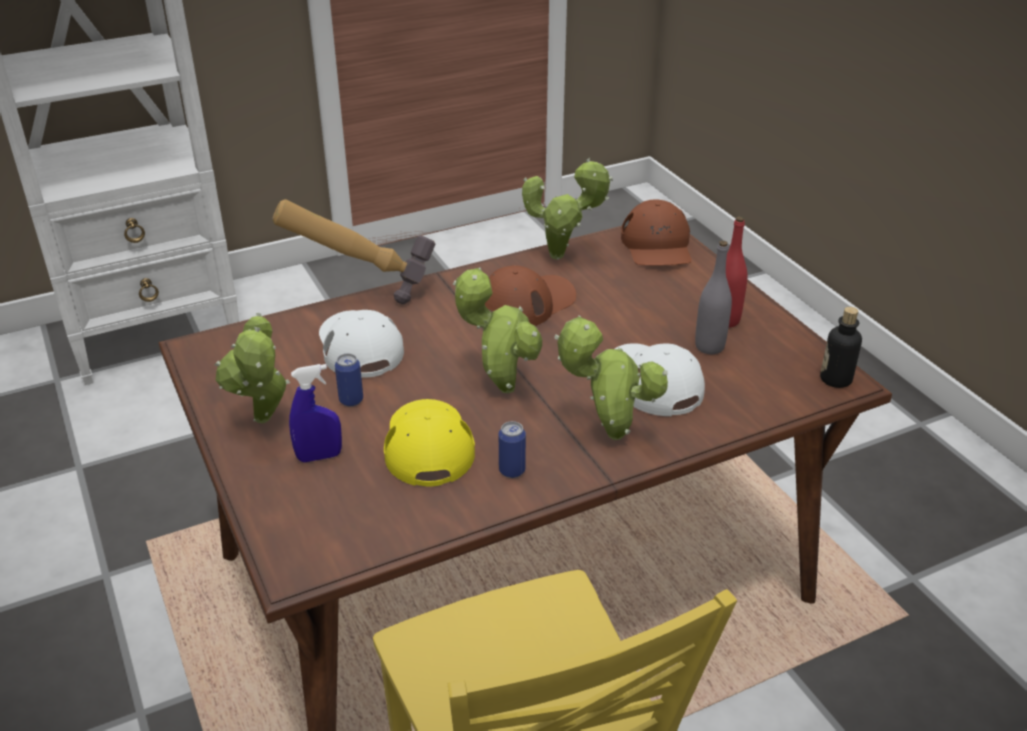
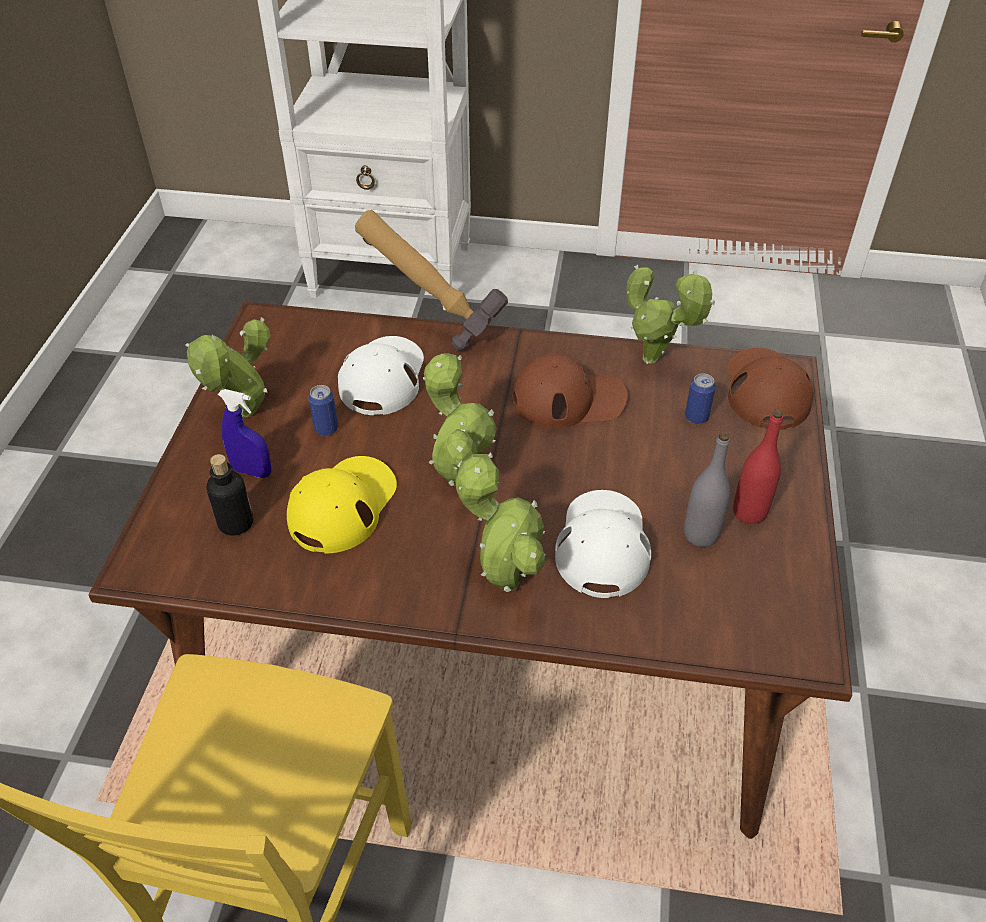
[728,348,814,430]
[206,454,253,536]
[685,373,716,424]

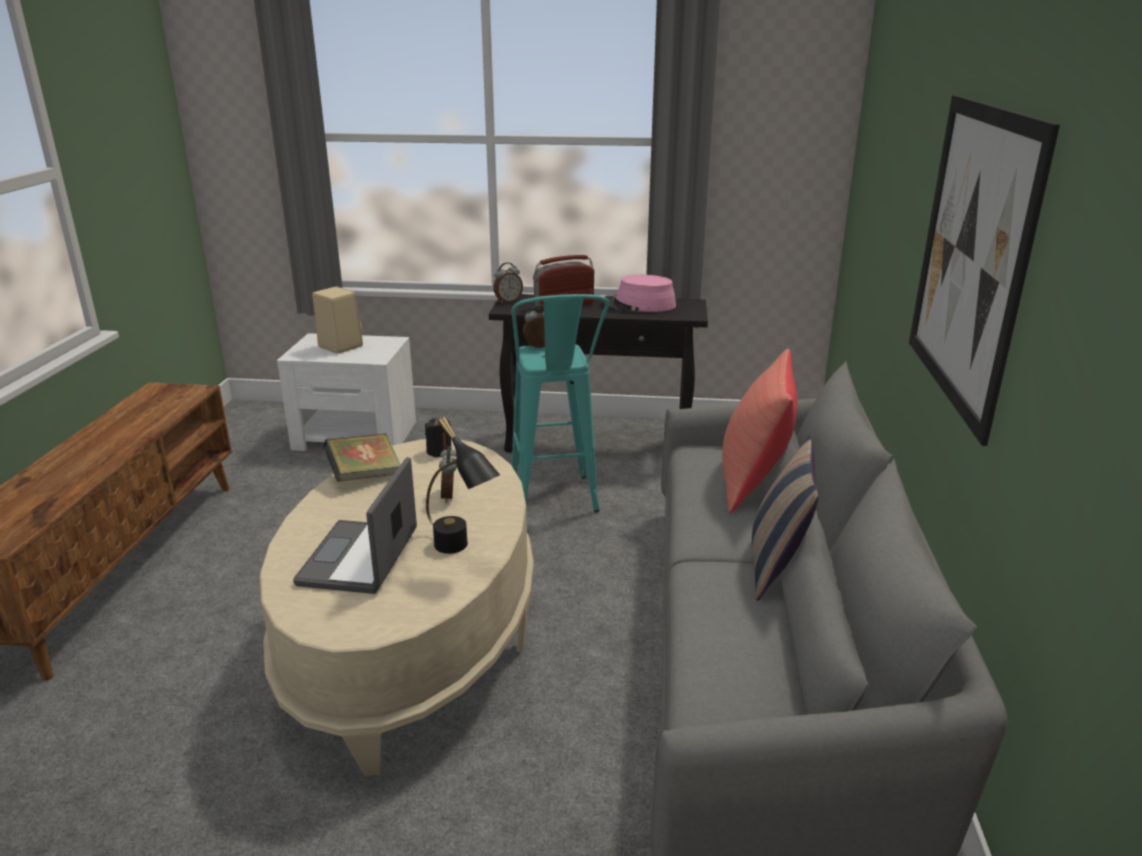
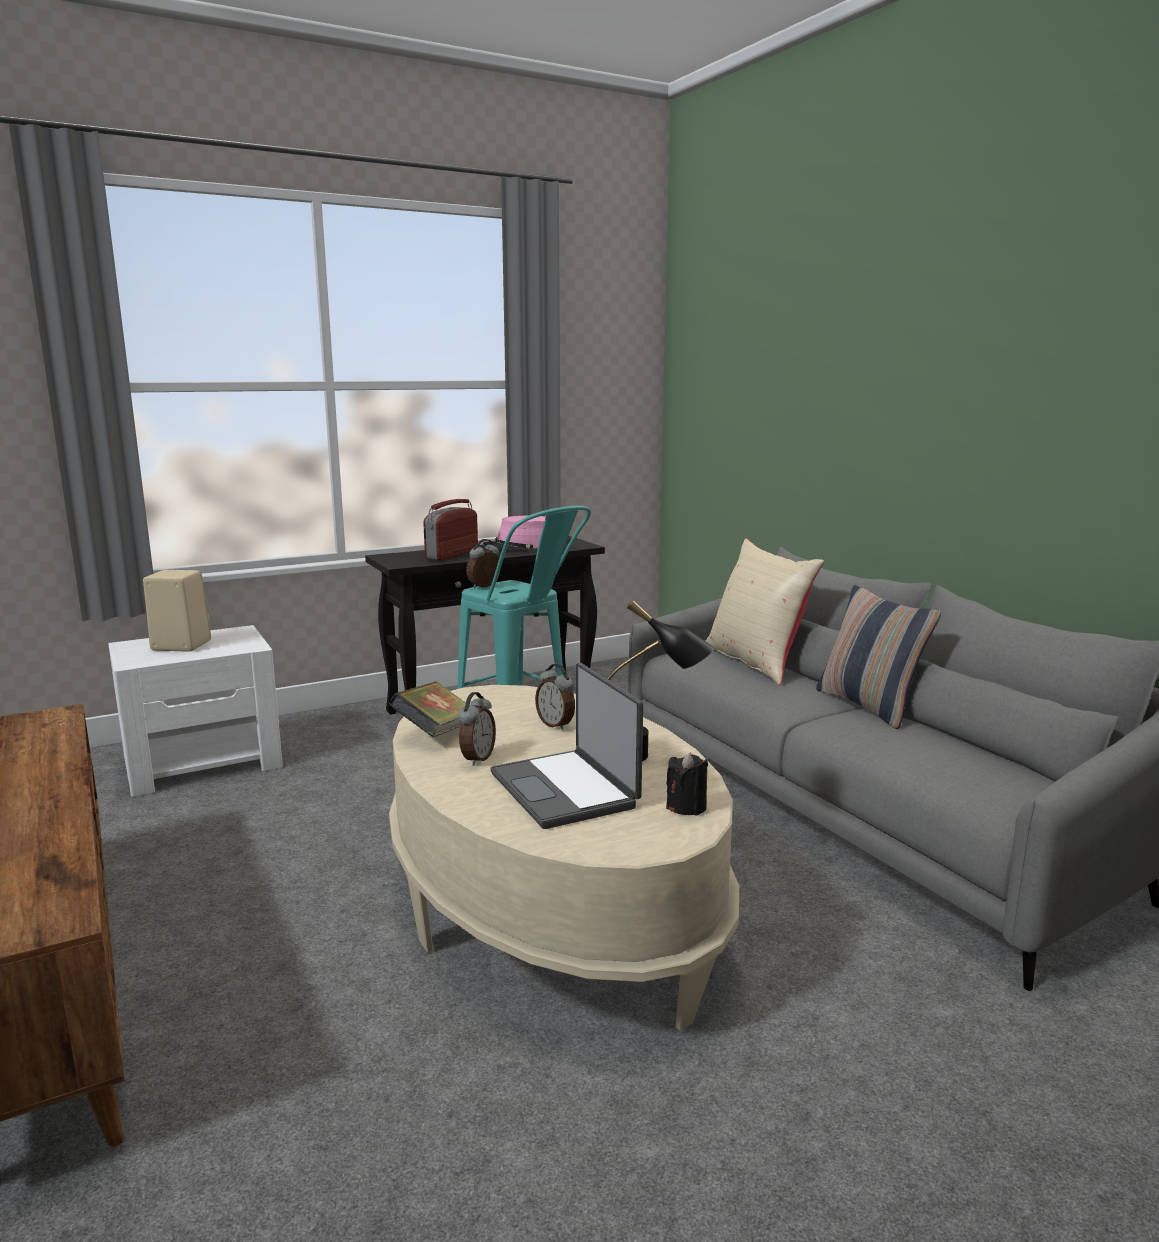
[909,95,1060,446] (first image)
[458,692,496,766]
[706,539,824,685]
[666,752,708,815]

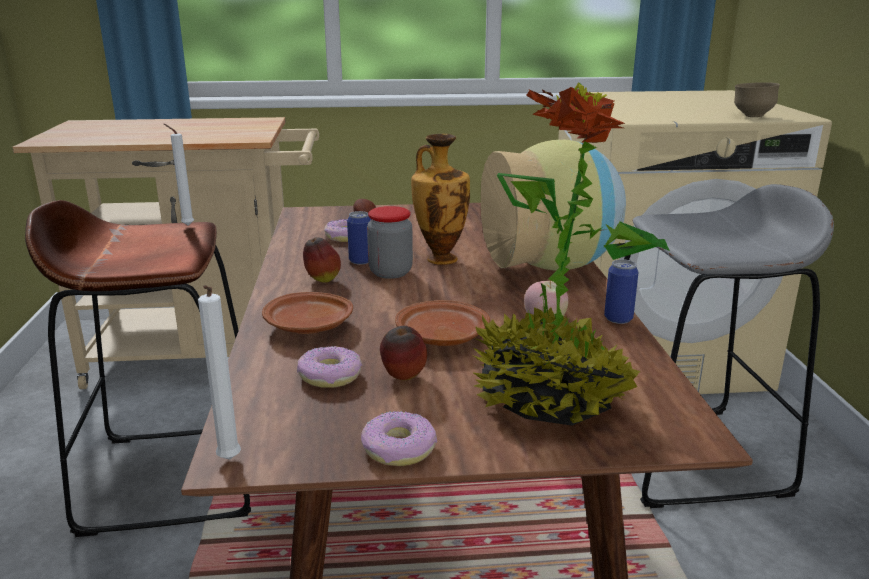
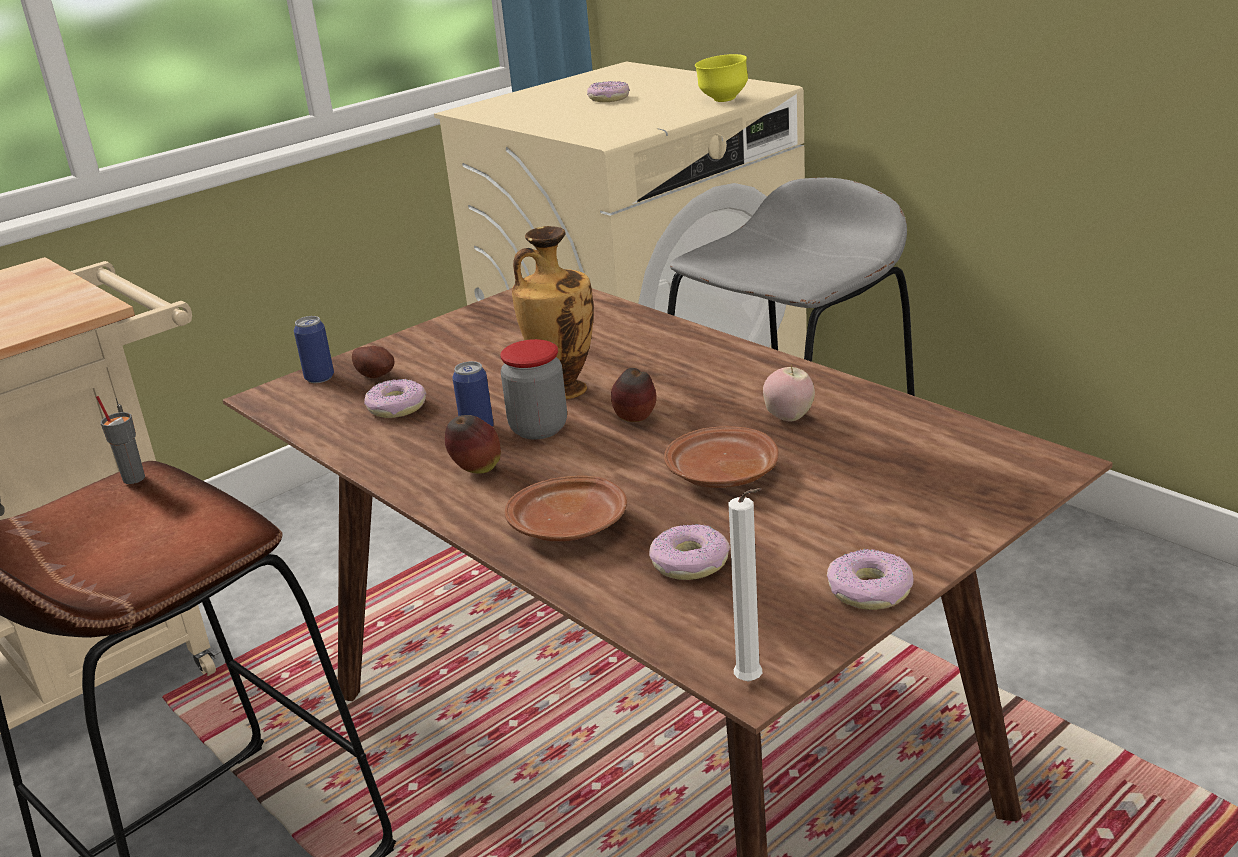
[472,82,670,426] (first image)
[695,54,748,102]
[96,396,145,484]
[481,140,626,271] (first image)
[294,316,334,383]
[611,368,657,422]
[587,81,630,102]

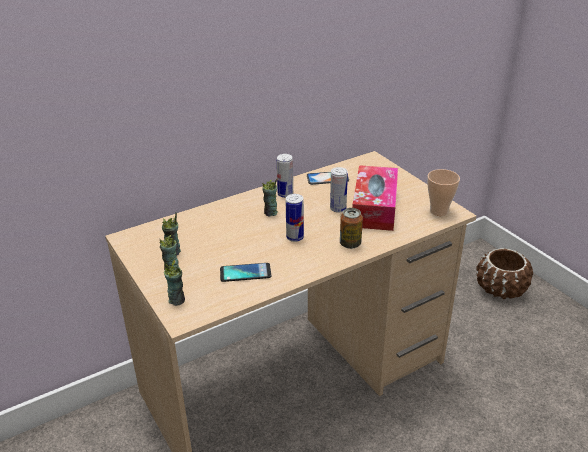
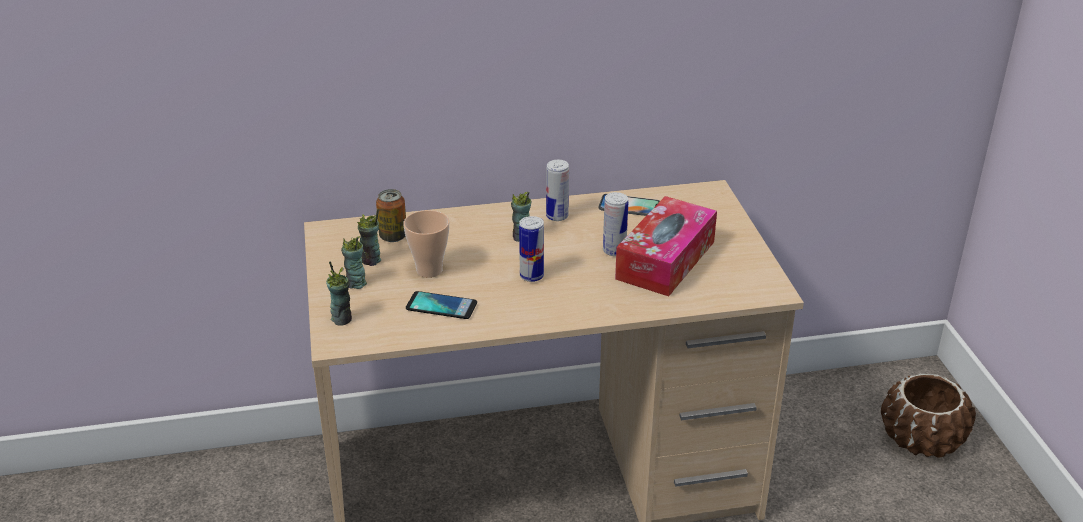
[403,210,449,278]
[376,189,406,242]

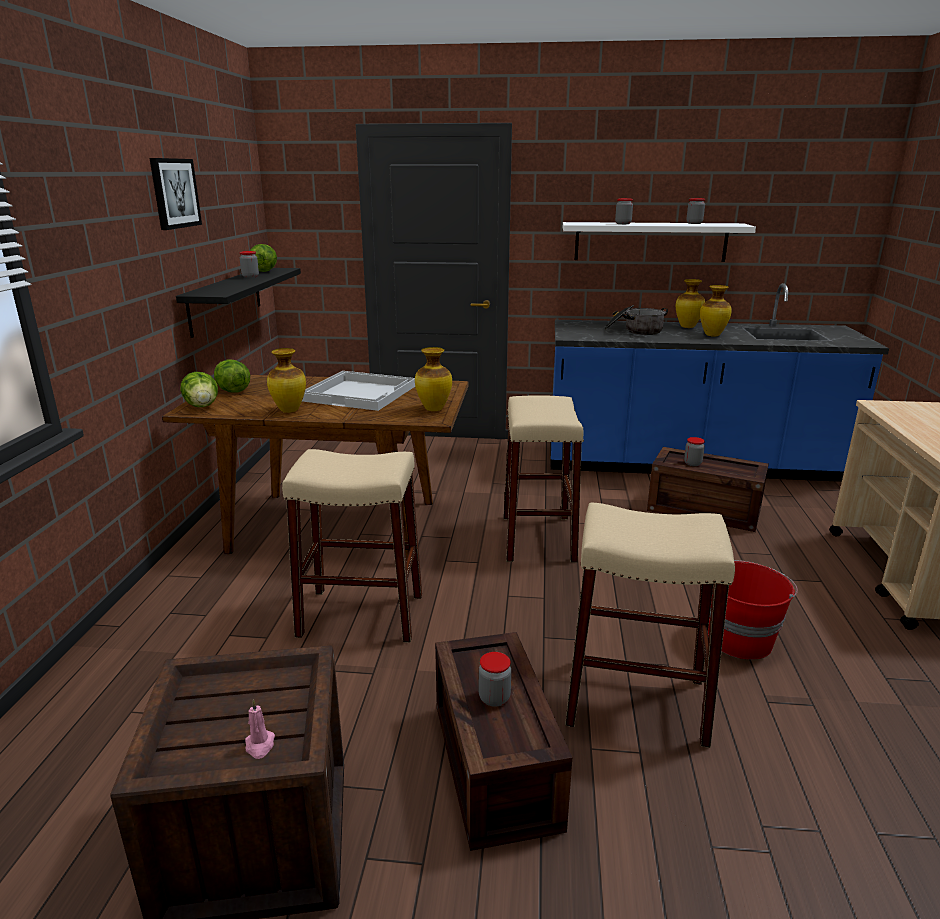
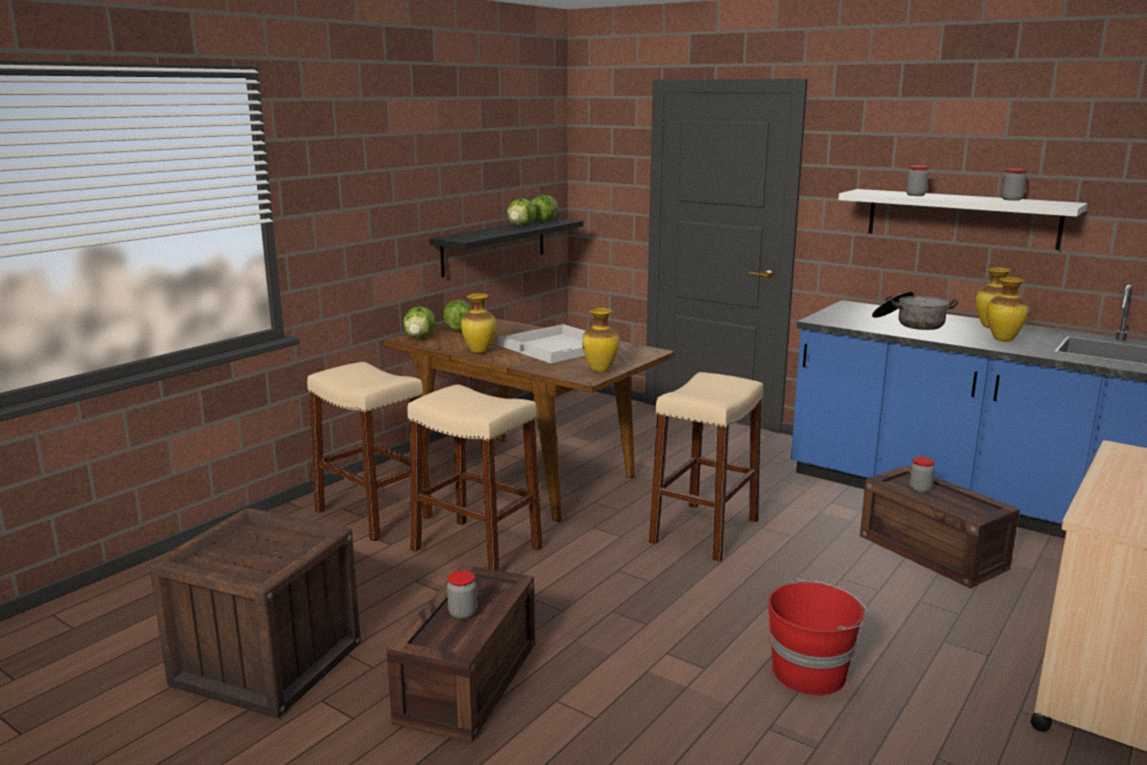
[150,158,202,230] (first image)
[507,198,536,226]
[307,362,433,542]
[245,699,275,759] (first image)

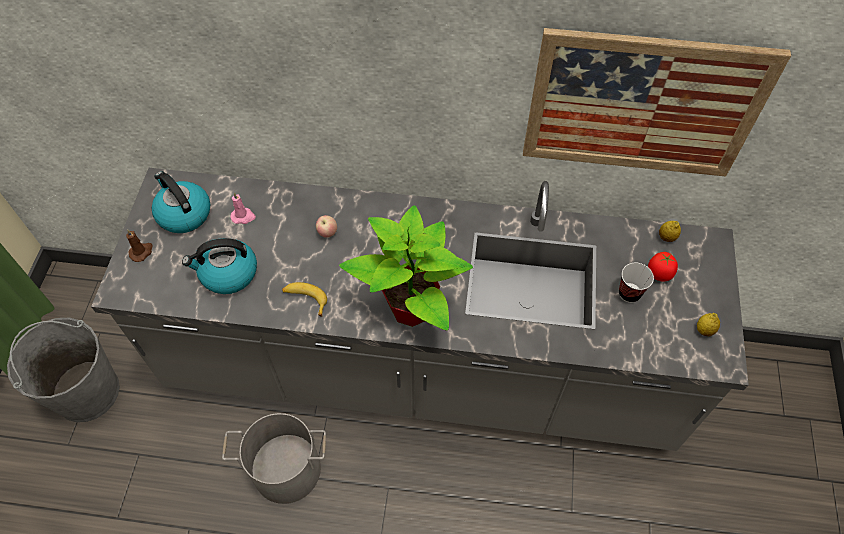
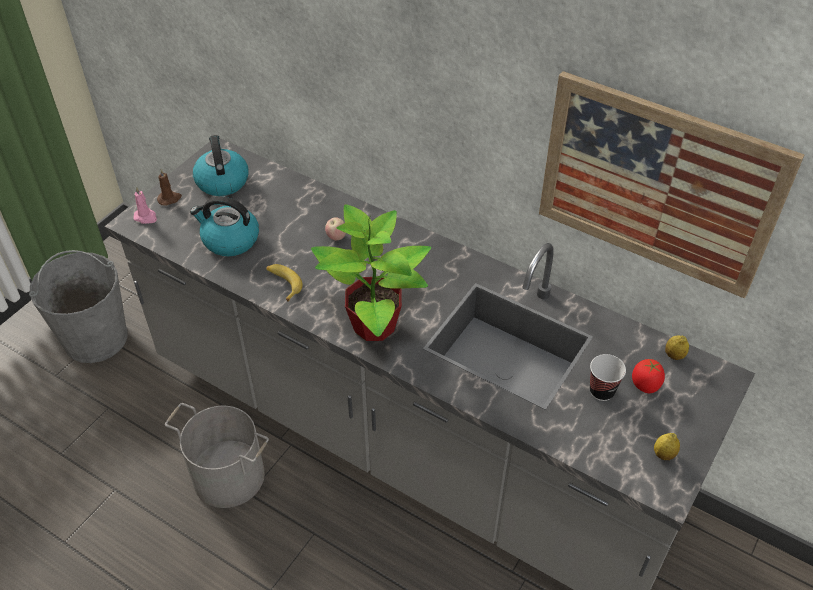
[133,187,157,224]

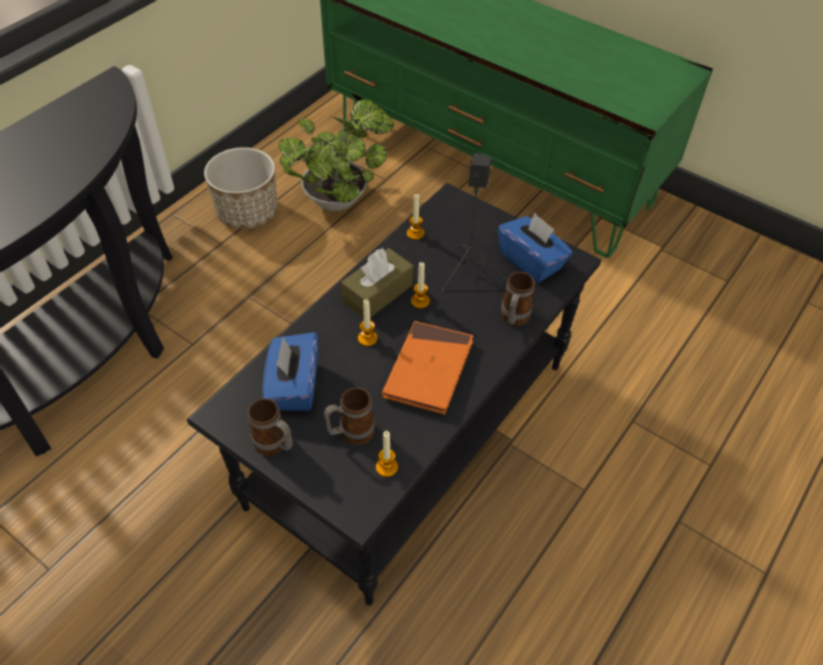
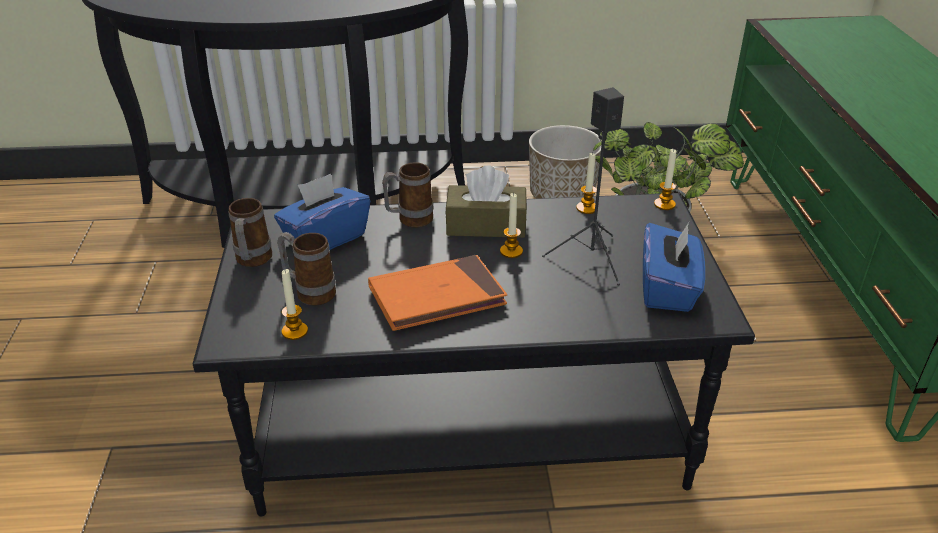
[382,162,433,228]
[654,149,676,210]

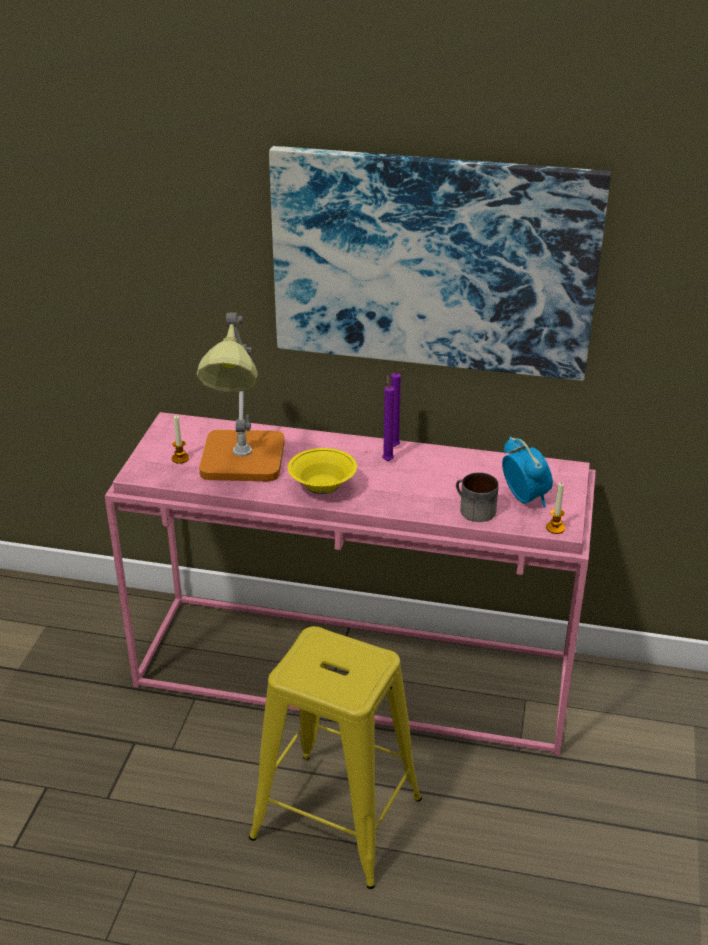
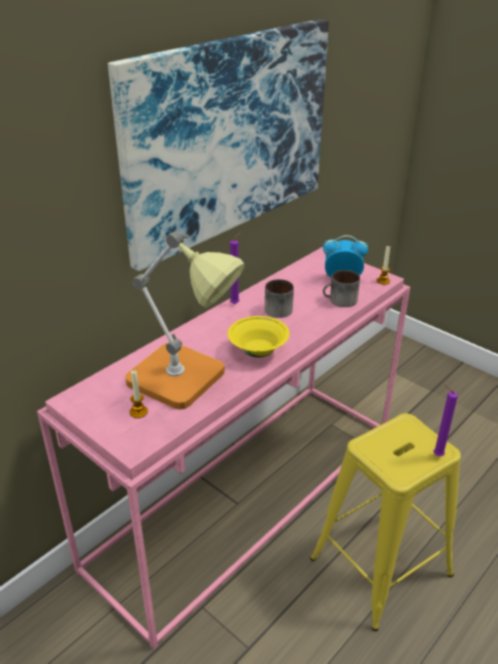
[434,385,458,456]
[265,279,294,318]

